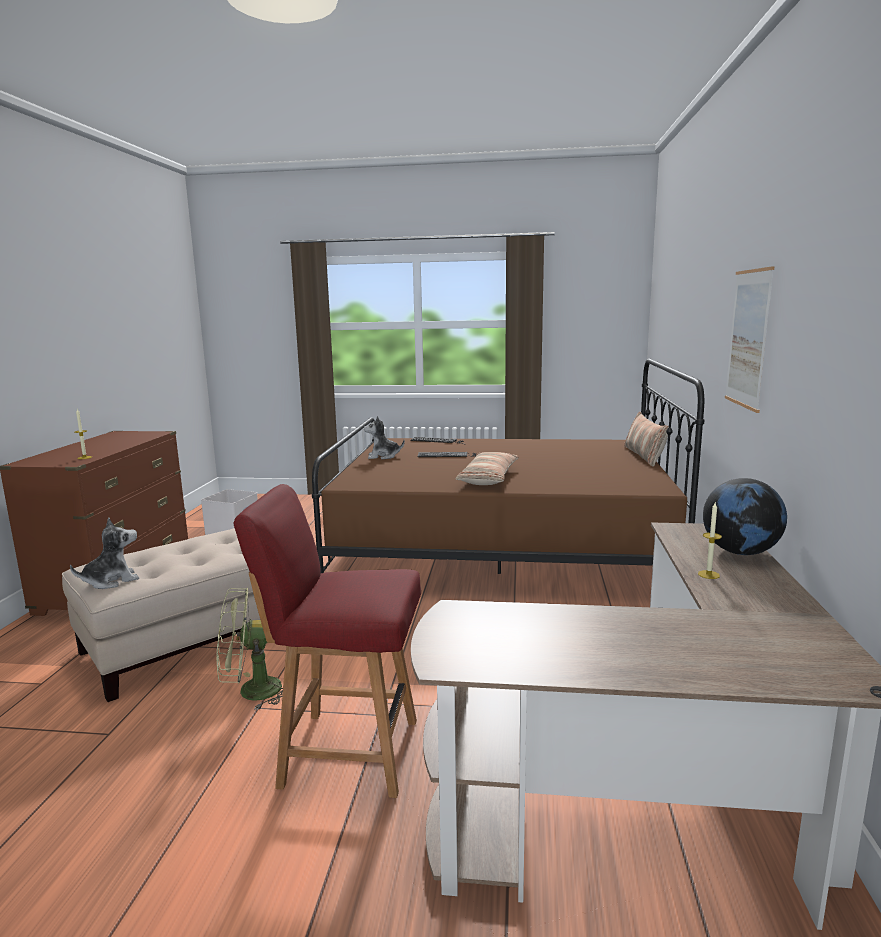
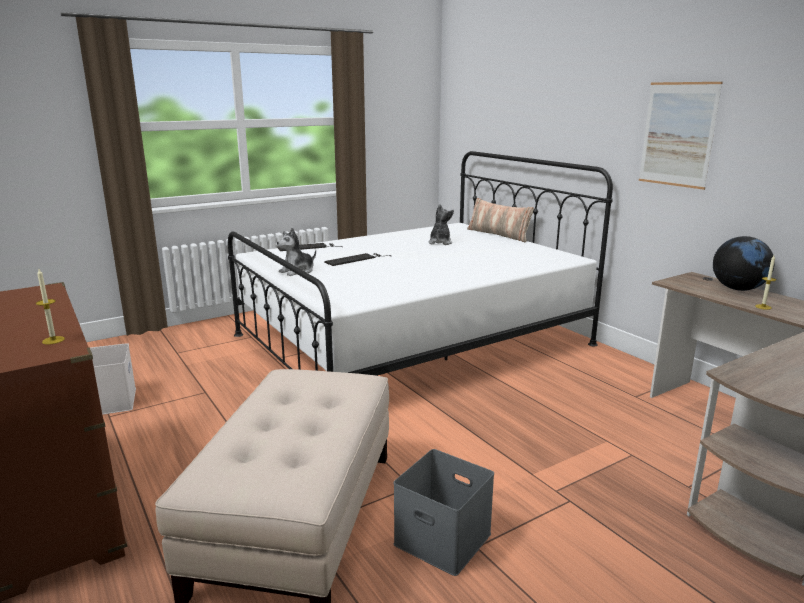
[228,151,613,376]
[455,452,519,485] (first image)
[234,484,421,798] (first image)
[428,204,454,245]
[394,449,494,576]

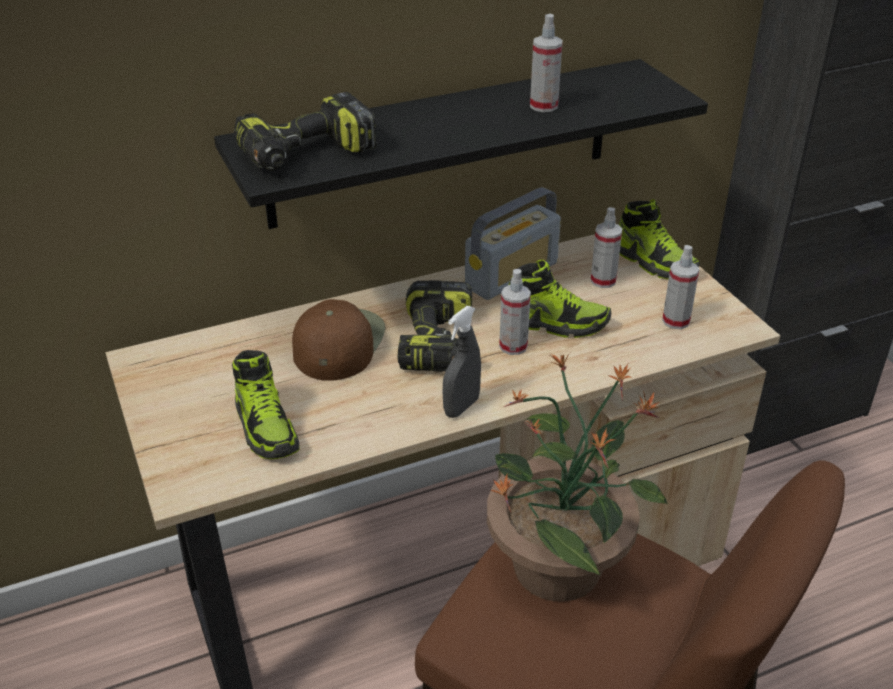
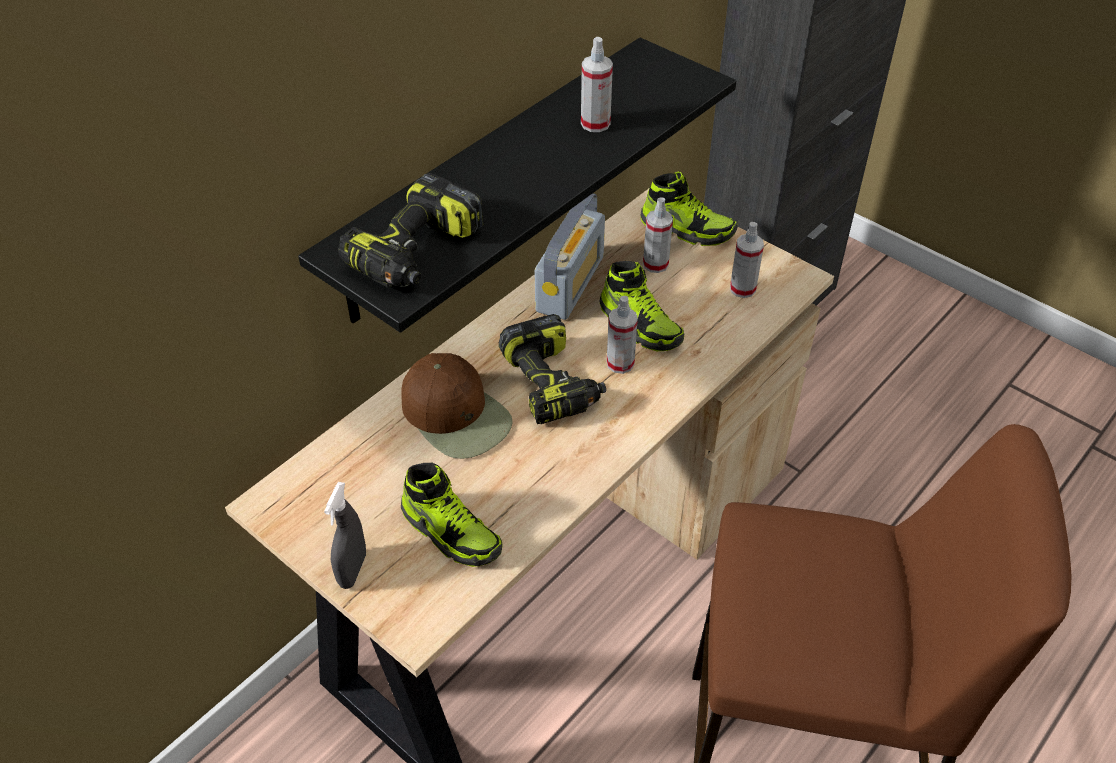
[599,261,684,351]
[401,353,513,459]
[324,482,366,589]
[487,353,668,602] (first image)

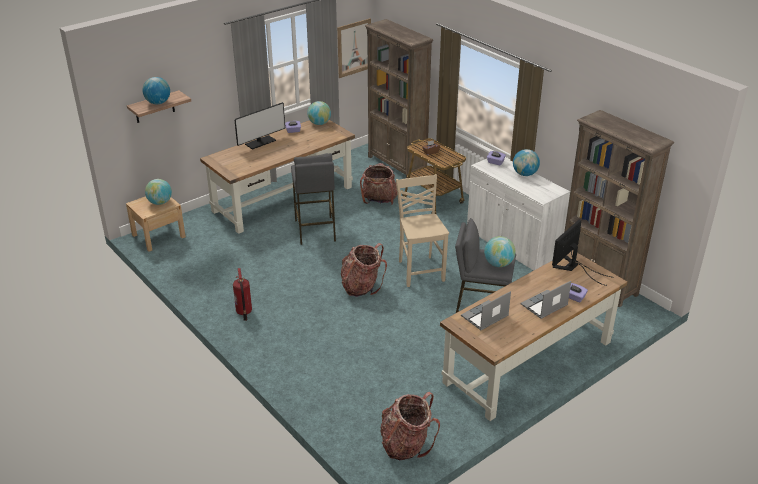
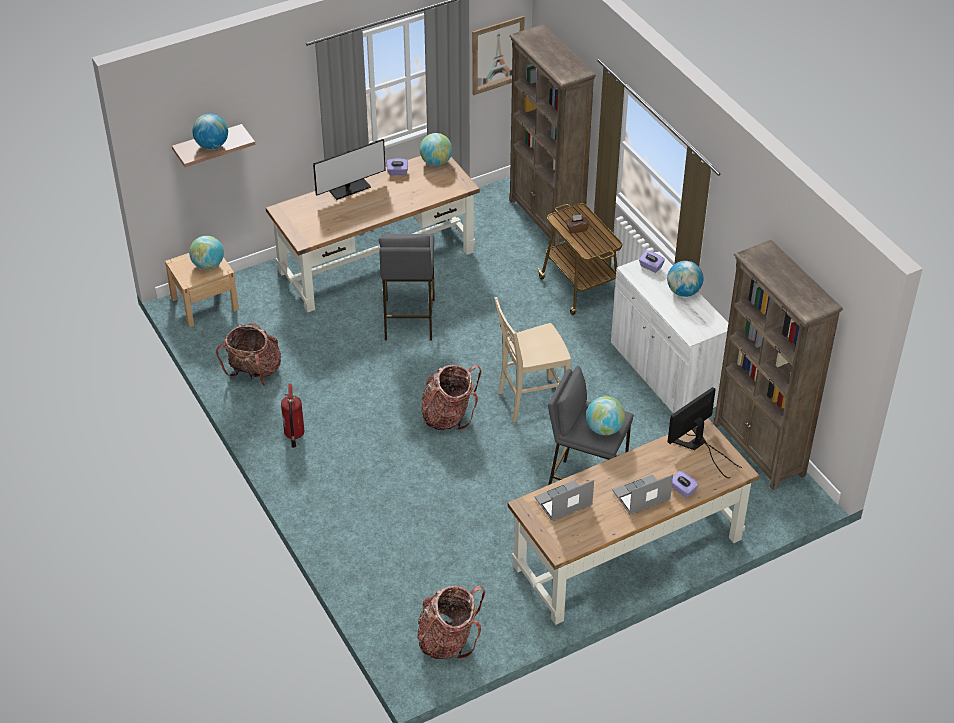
[216,322,281,385]
[495,297,571,423]

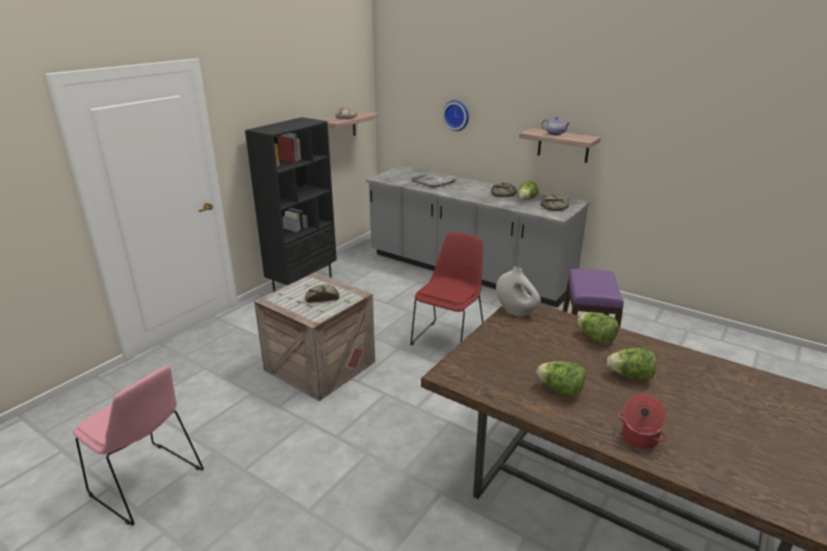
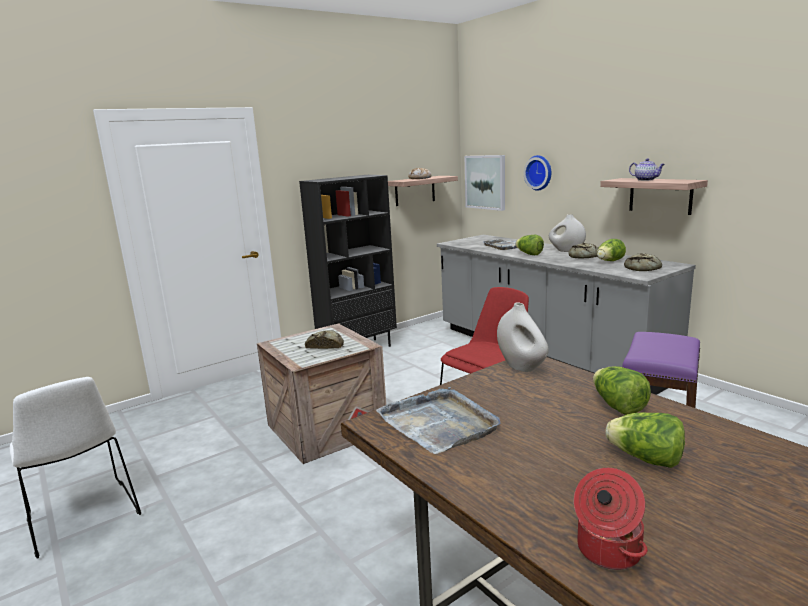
[515,235,544,255]
[10,377,141,559]
[464,155,505,211]
[549,214,586,252]
[376,387,500,454]

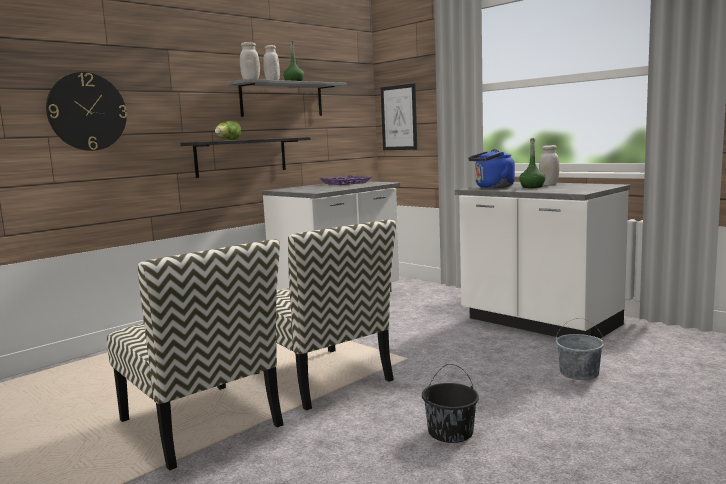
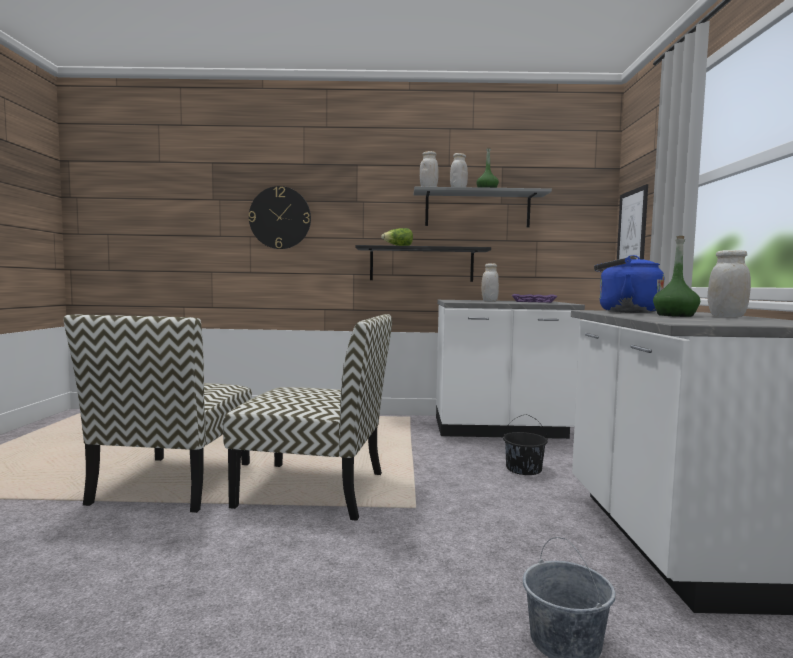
[223,314,392,521]
[503,415,548,475]
[481,263,499,302]

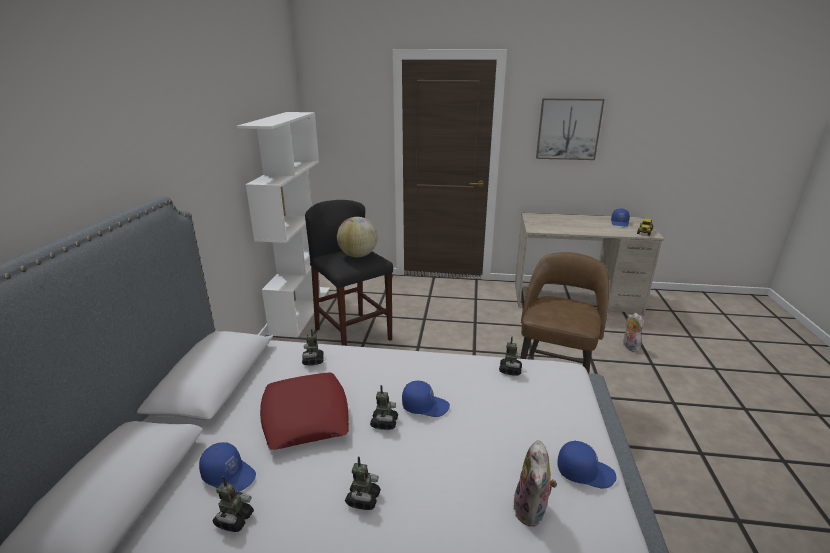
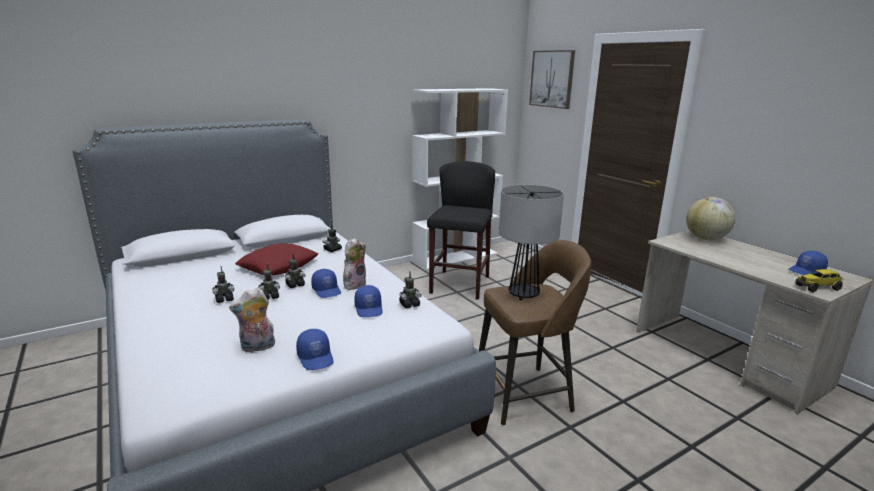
[529,50,575,109]
[686,197,735,240]
[343,238,366,290]
[354,285,383,317]
[258,264,280,300]
[499,185,564,300]

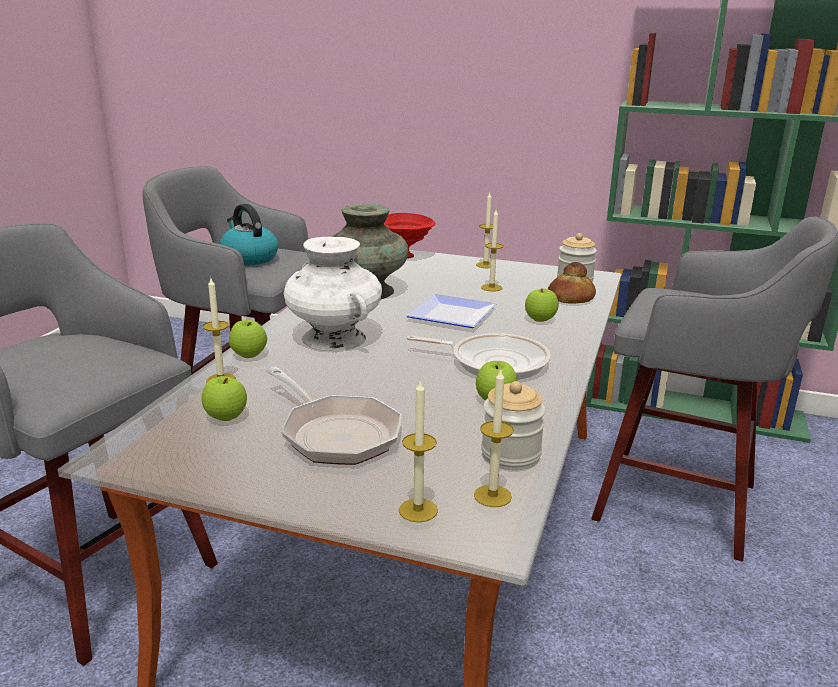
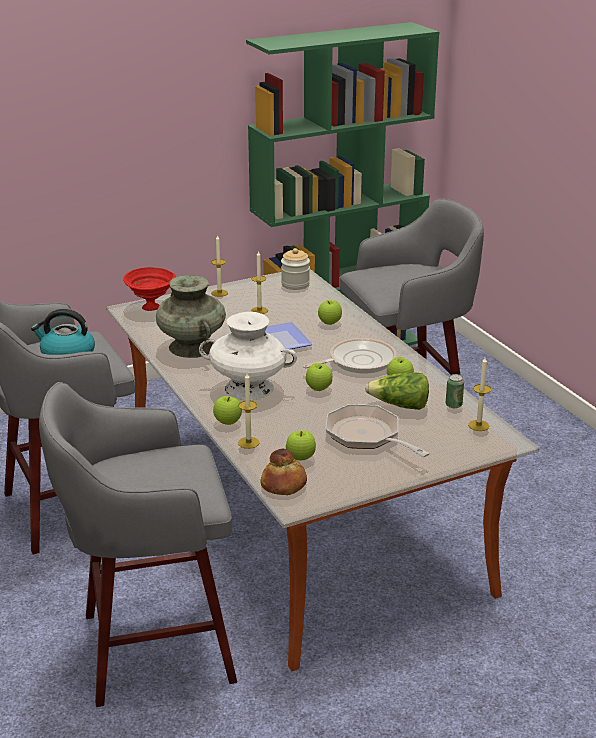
[260,449,307,495]
[326,404,430,457]
[399,379,438,522] (first image)
[446,374,464,408]
[306,363,332,391]
[365,372,429,410]

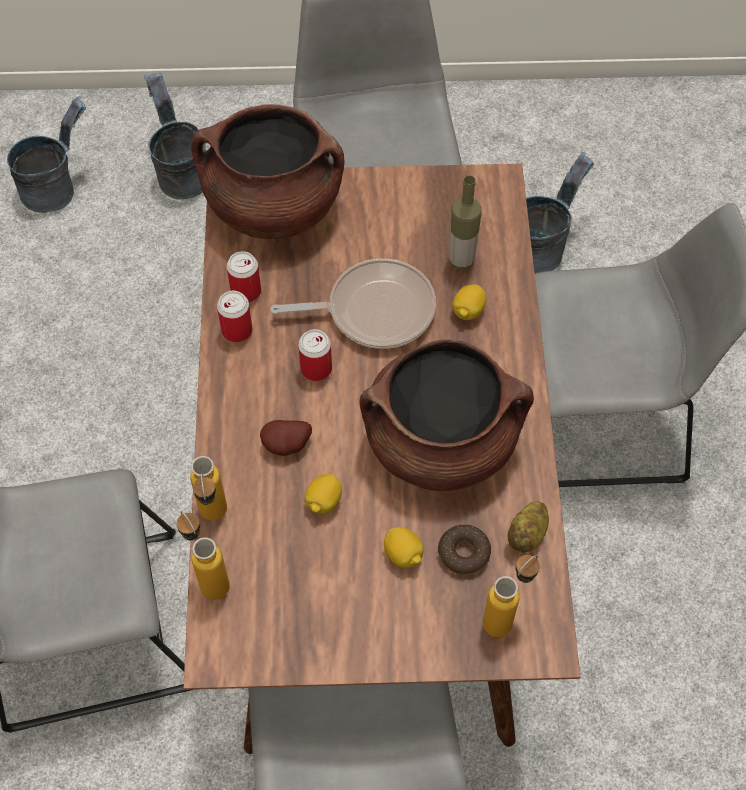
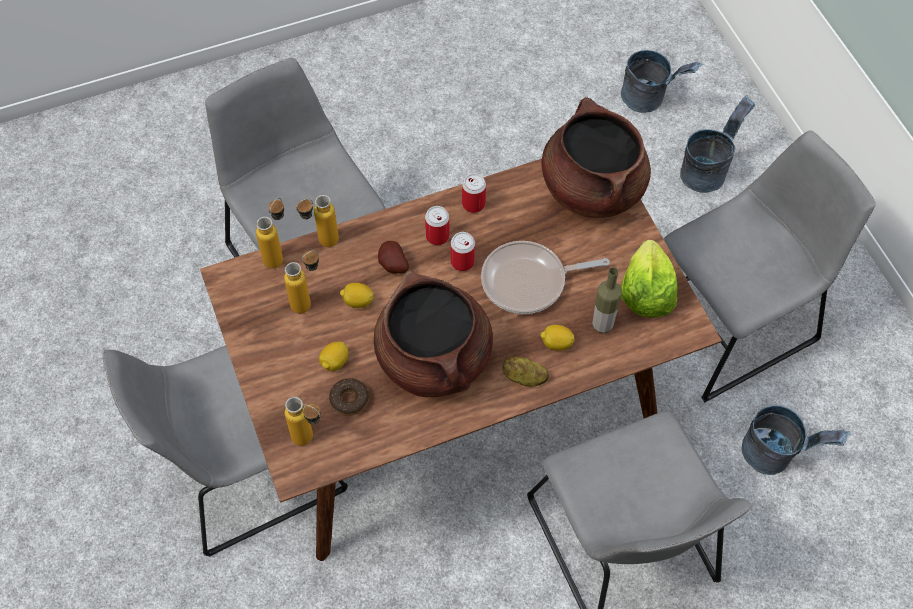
[425,206,449,245]
[481,241,610,314]
[502,355,549,387]
[621,240,678,317]
[284,250,319,313]

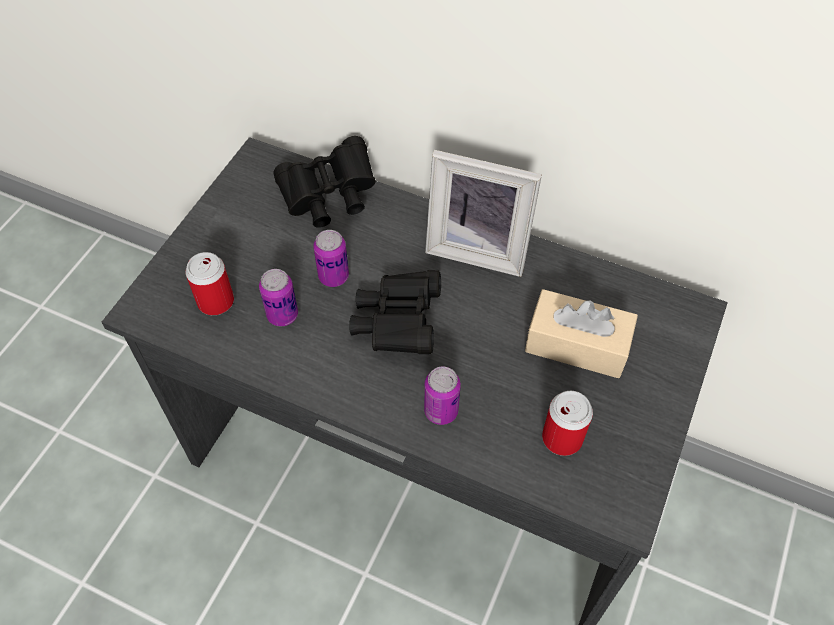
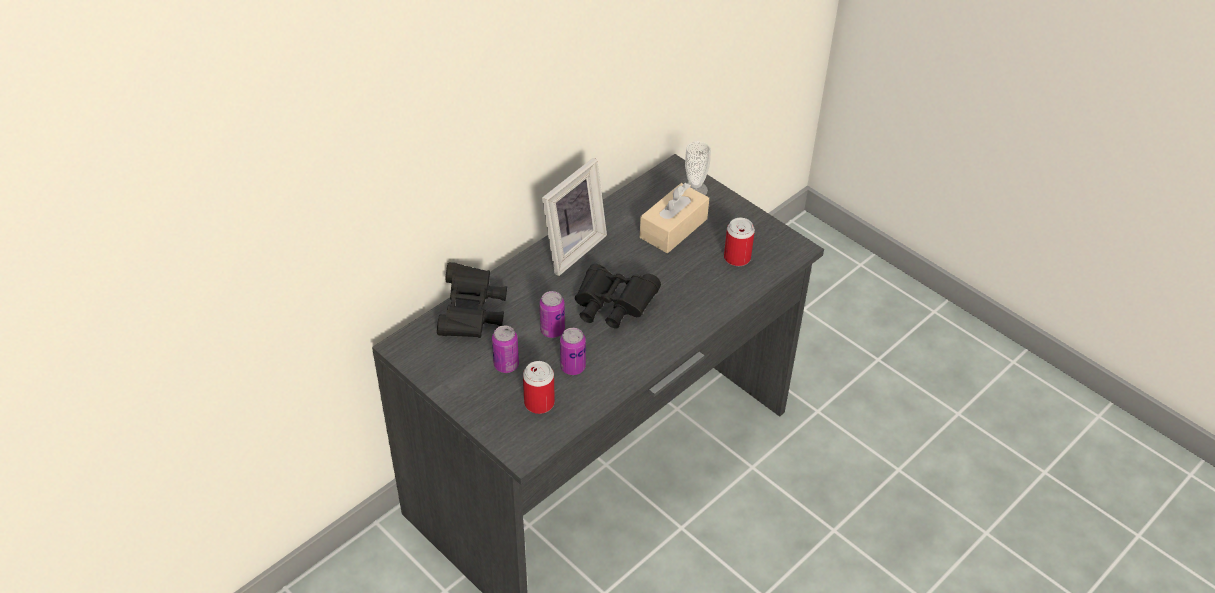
[492,325,519,373]
[685,141,711,195]

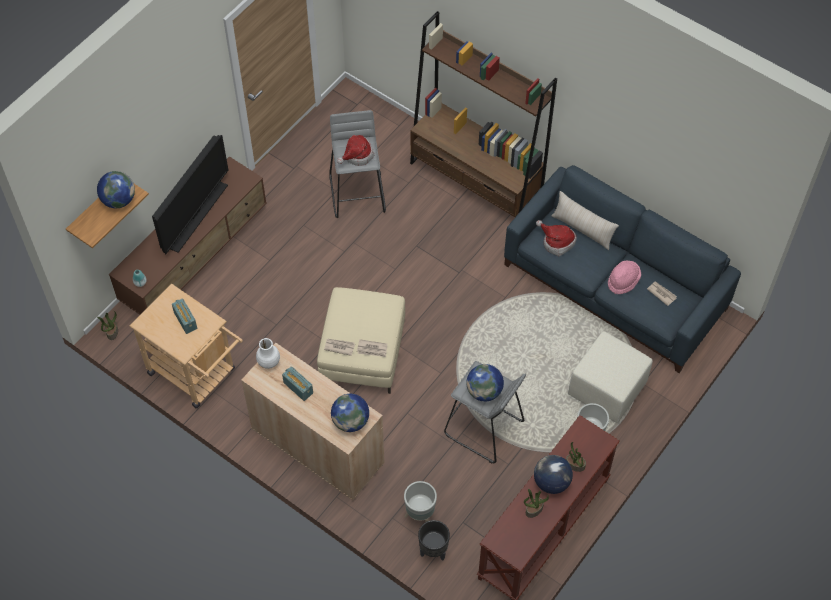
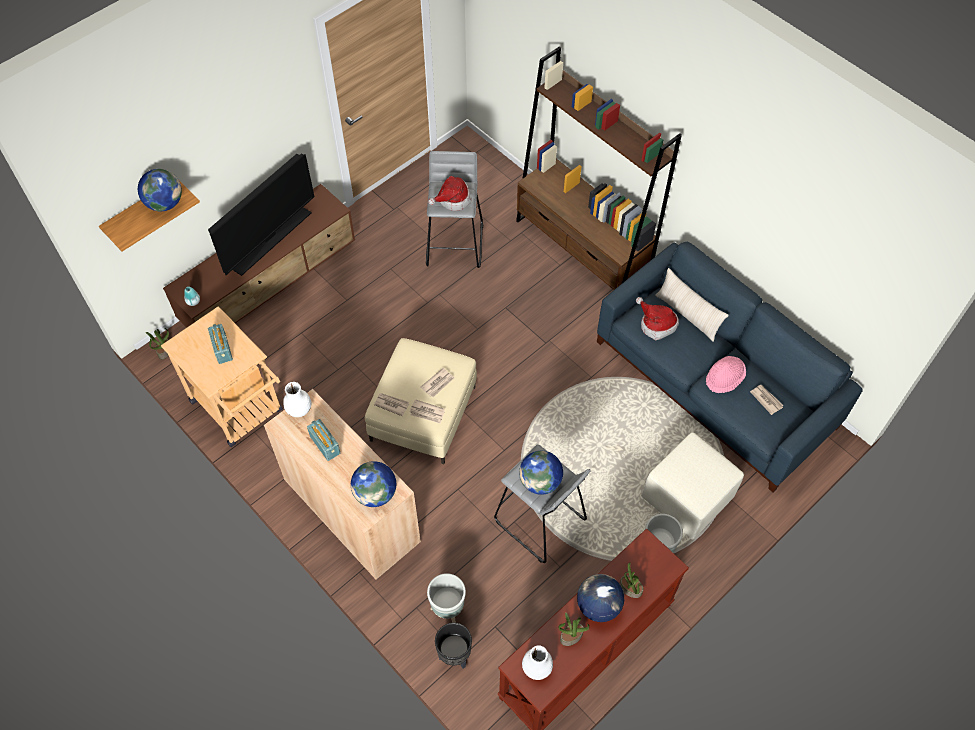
[420,368,454,398]
[522,645,553,680]

